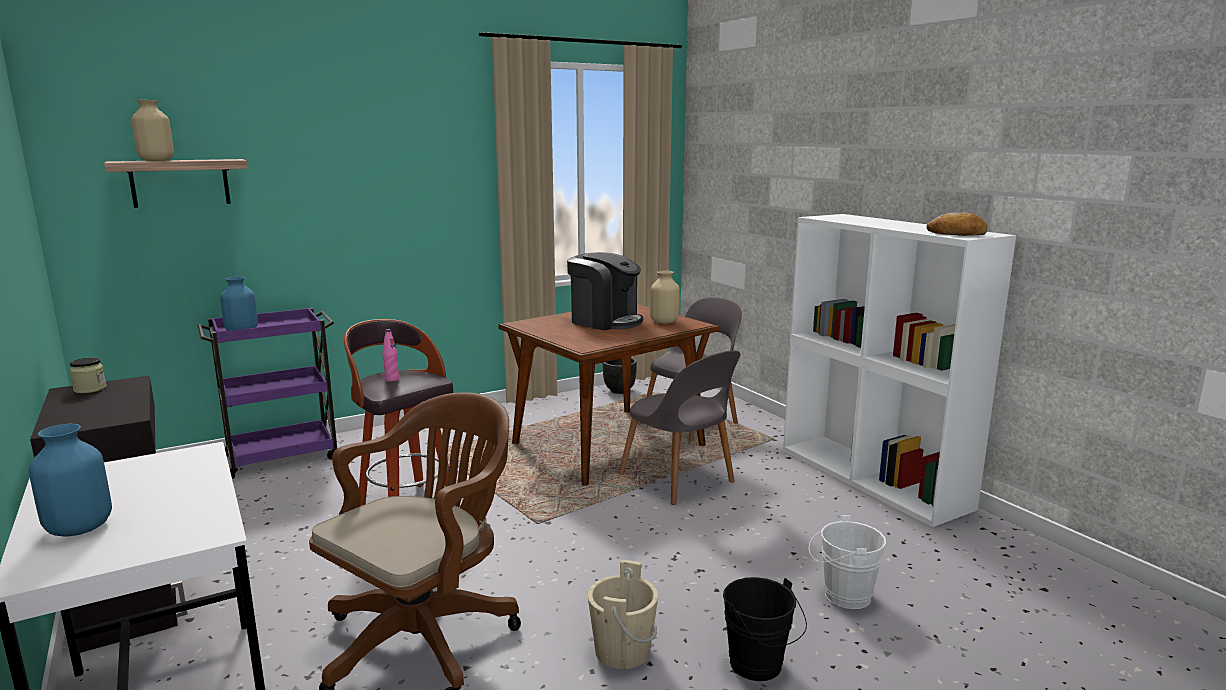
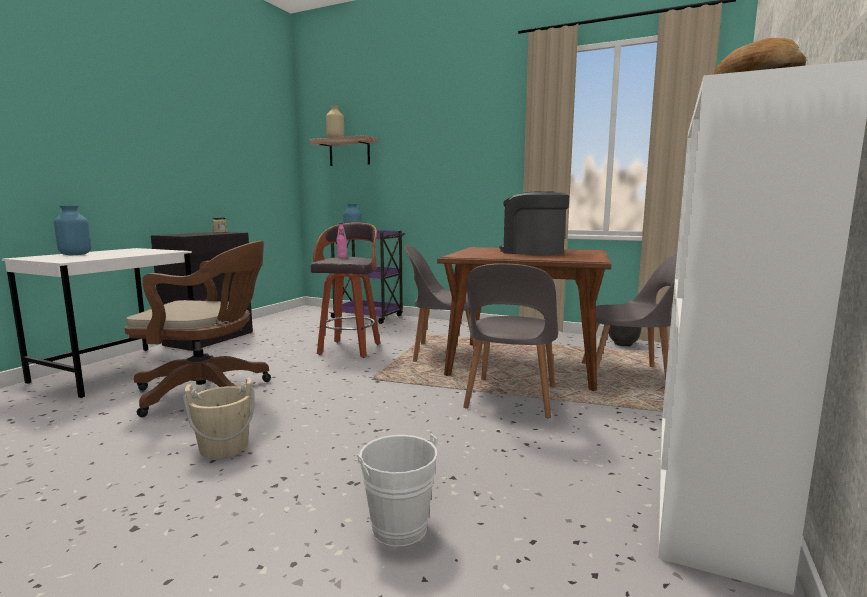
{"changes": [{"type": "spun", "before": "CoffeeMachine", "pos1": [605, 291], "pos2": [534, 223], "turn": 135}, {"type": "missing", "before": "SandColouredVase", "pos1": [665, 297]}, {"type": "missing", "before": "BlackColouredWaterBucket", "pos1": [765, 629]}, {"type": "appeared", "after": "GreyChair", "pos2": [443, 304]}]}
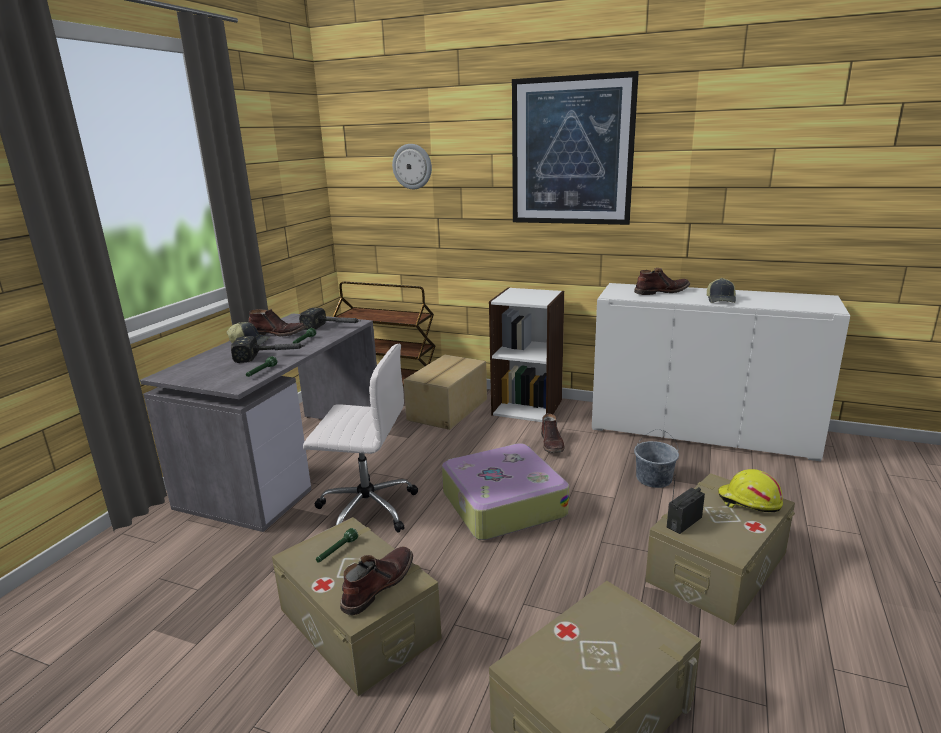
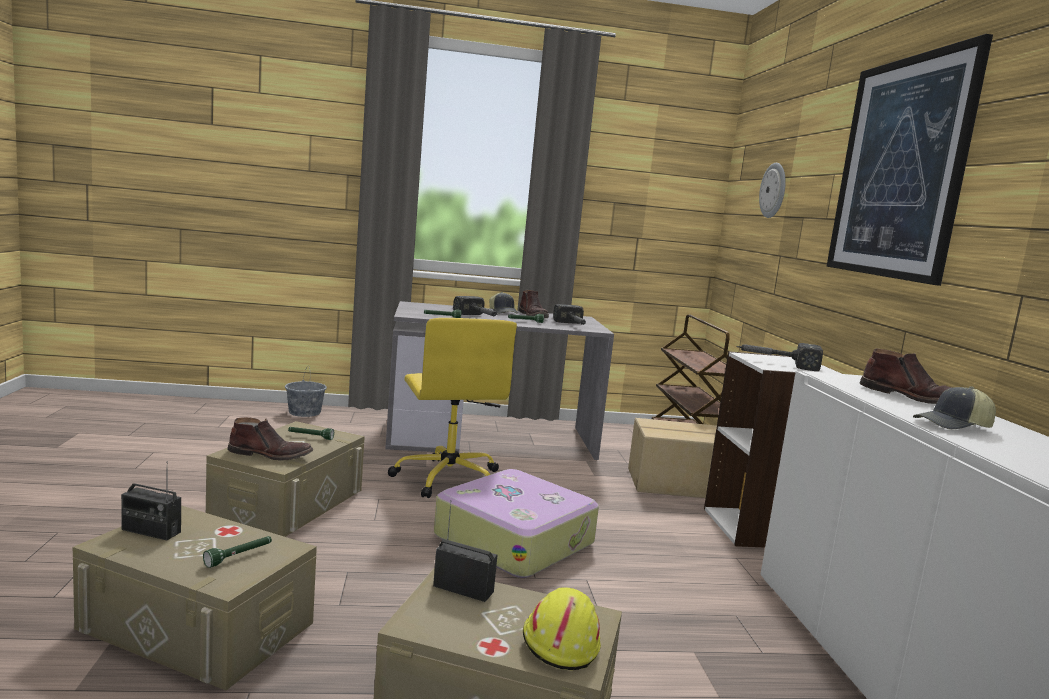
{"changes": [{"type": "colour", "before": "WhiteDeskChair", "after": "YellowColouredDeskChair", "pos1": [360, 438], "pos2": [452, 408]}, {"type": "missing", "before": "BrownColouredBoot", "pos1": [552, 433]}, {"type": "relocated", "before": "GreyWaterBucket", "pos1": [656, 458], "pos2": [306, 391]}, {"type": "appeared", "after": "RadioReceiver", "pos2": [151, 500]}, {"type": "appeared", "after": "GreenishHandTorch", "pos2": [237, 552]}, {"type": "appeared", "after": "ToolHammer", "pos2": [779, 357]}]}
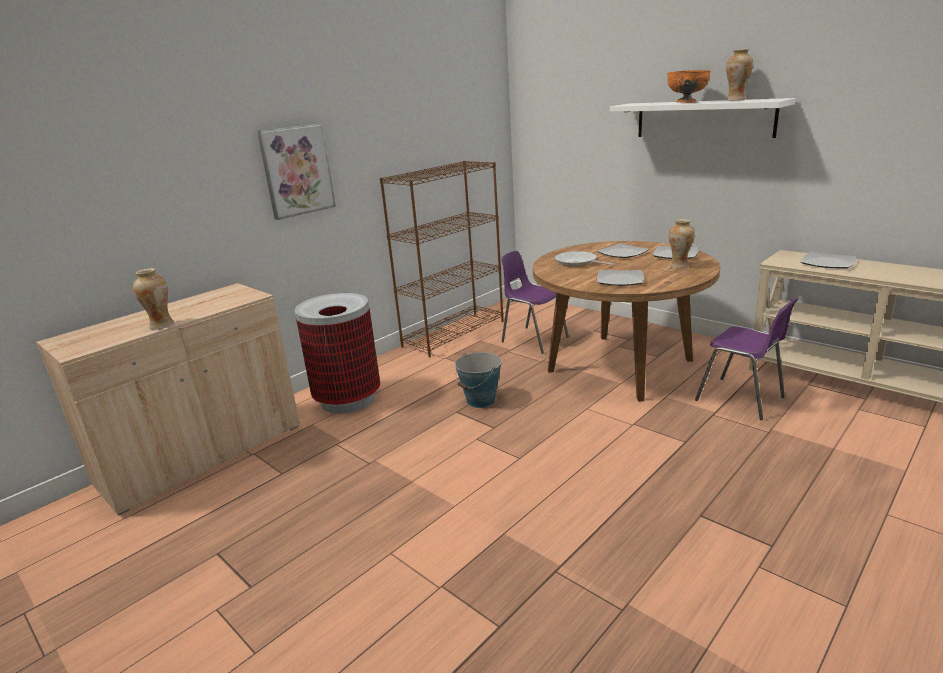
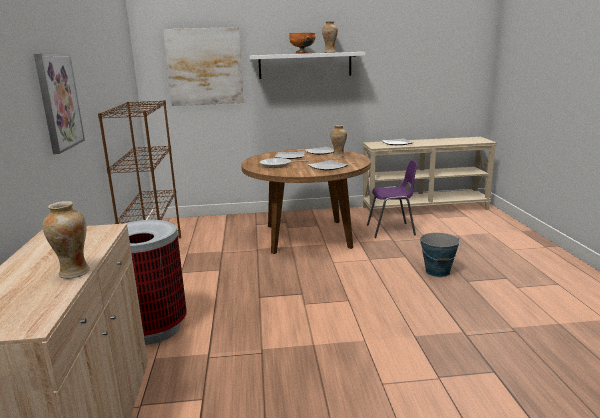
{"changes": [{"type": "relocated", "before": "WaterBucket", "pos1": [478, 380], "pos2": [440, 255]}, {"type": "missing", "before": "PurpleColouredChair", "pos1": [535, 302]}, {"type": "appeared", "after": "WallPicture", "pos2": [203, 66]}]}
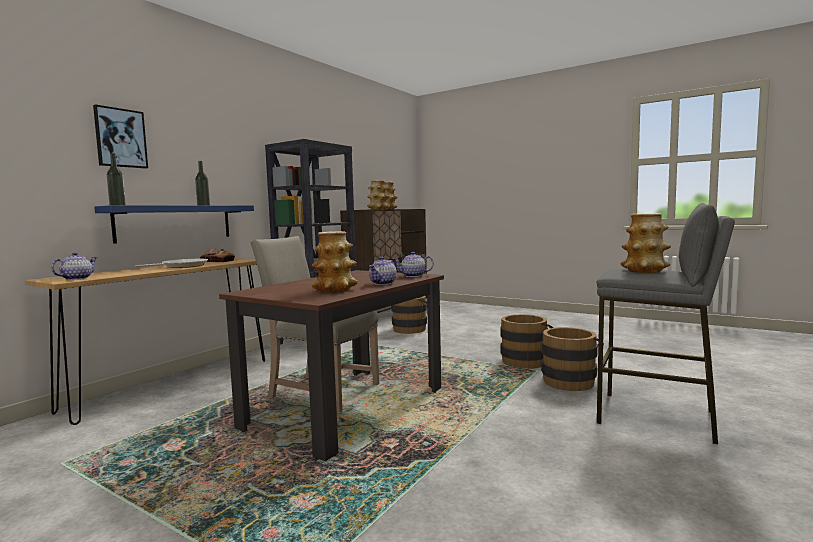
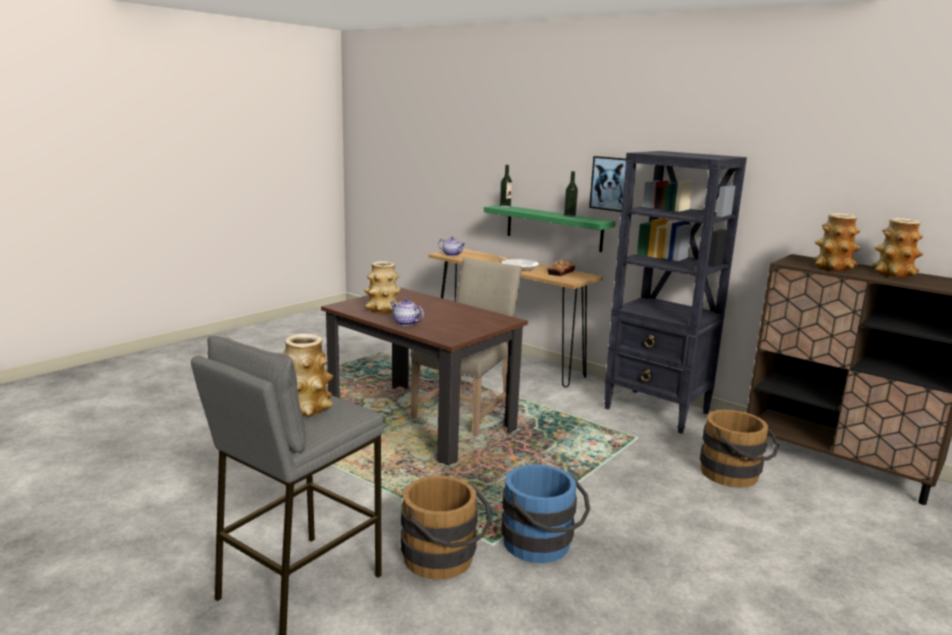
{"changes": [{"type": "relocated", "before": "WallPicture", "pos1": [120, 136], "pos2": [607, 184]}, {"type": "colour", "before": "BluishWallShelf", "after": "GreenishWallShelf", "pos1": [174, 224], "pos2": [550, 228]}, {"type": "missing", "before": "Teapot", "pos1": [413, 264]}, {"type": "colour", "before": "BrownColouredWaterBucket", "after": "BluishWaterBucket", "pos1": [526, 341], "pos2": [545, 513]}]}
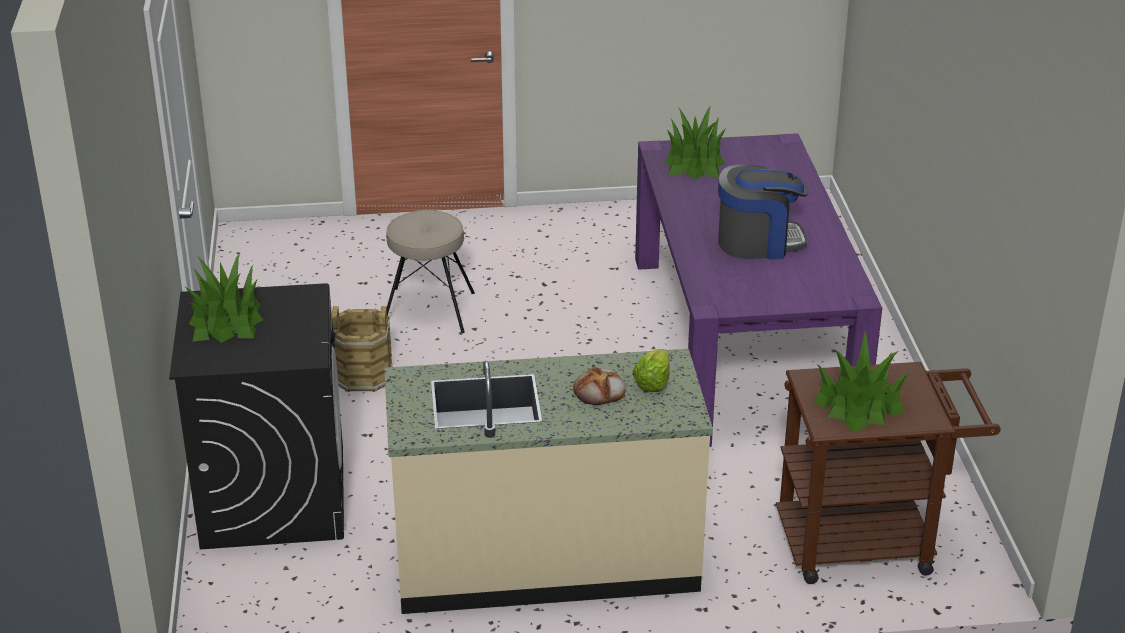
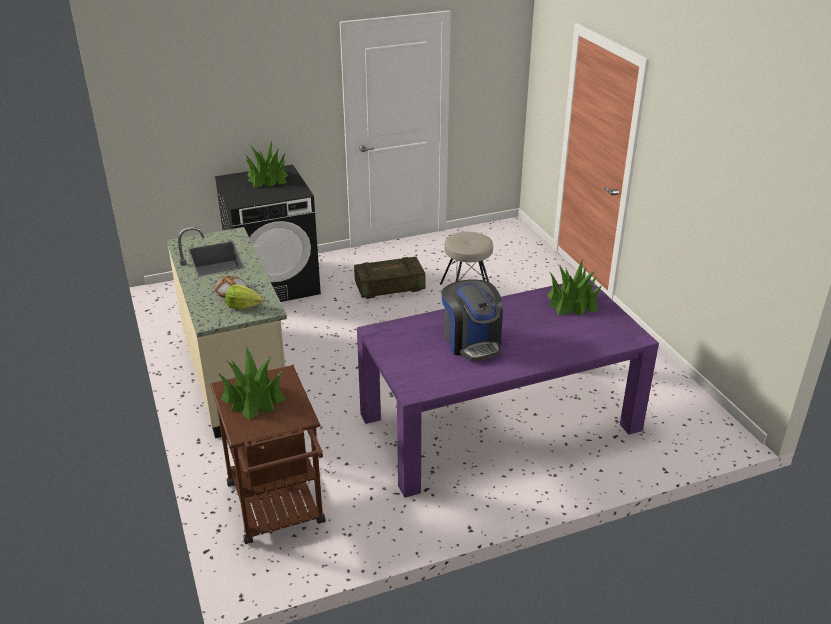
{"changes": [{"type": "exchanged", "before": "BrownColouredWaterBucket", "after": "ShippingCrate", "pos1": [362, 349], "pos2": [389, 278]}]}
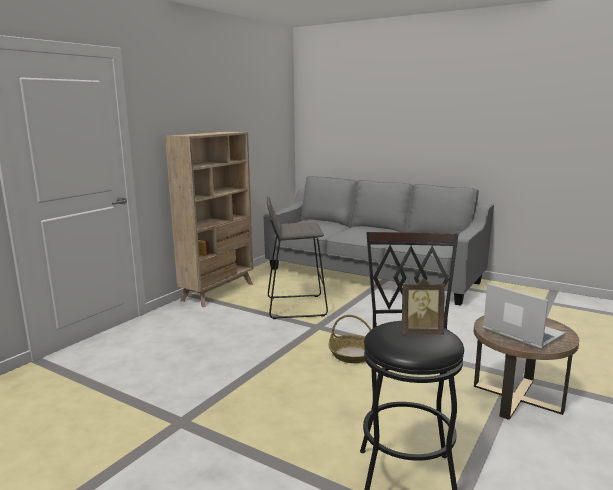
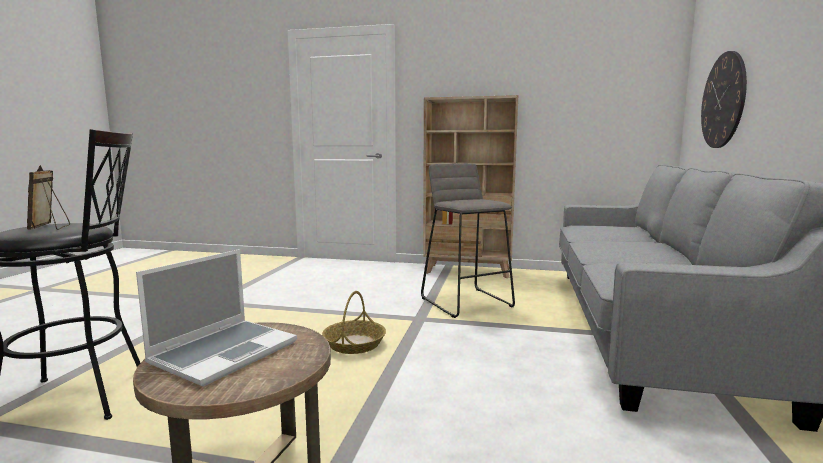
{"changes": [{"type": "appeared", "after": "HangingClock", "pos2": [724, 99]}]}
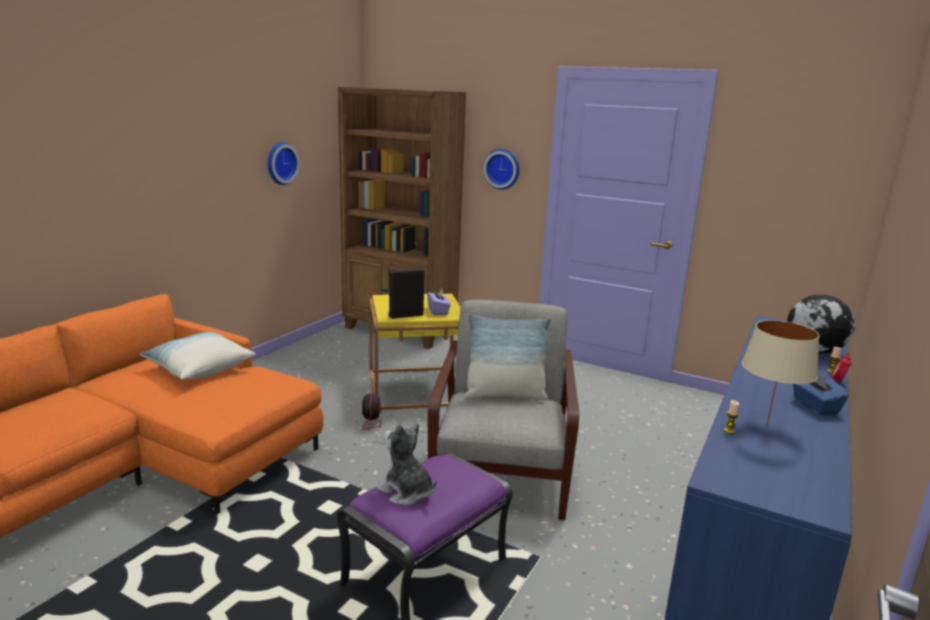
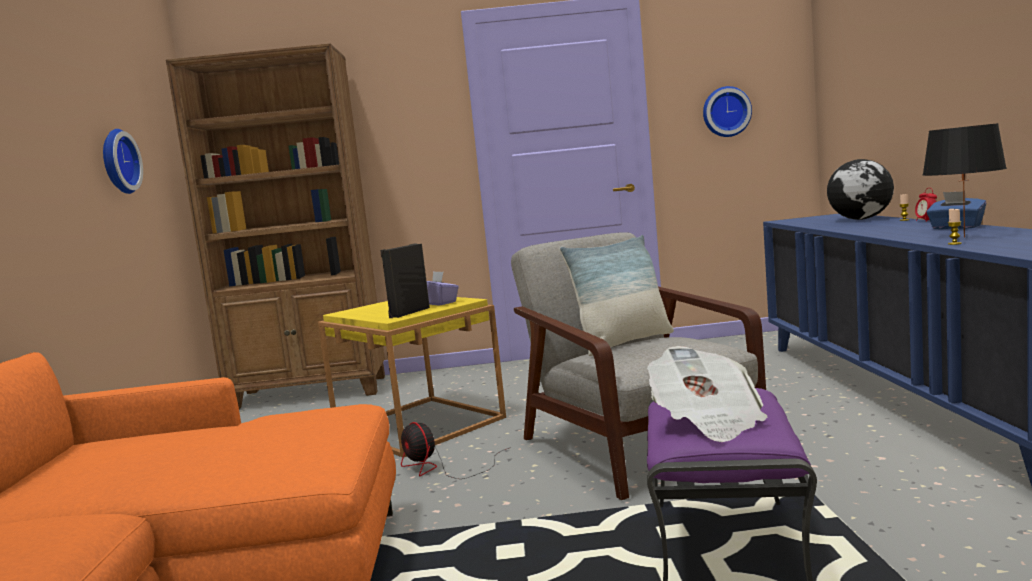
{"changes": [{"type": "missing", "before": "Cushion", "pos1": [197, 356]}, {"type": "exchanged", "before": "SoftToy", "after": "DailyPaper", "pos1": [407, 464], "pos2": [707, 394]}, {"type": "relocated", "before": "HangingClock", "pos1": [501, 169], "pos2": [727, 111]}, {"type": "colour", "before": "SandColouredTabletopLamp", "after": "BlackColouredTabletopLamp", "pos1": [781, 373], "pos2": [964, 180]}]}
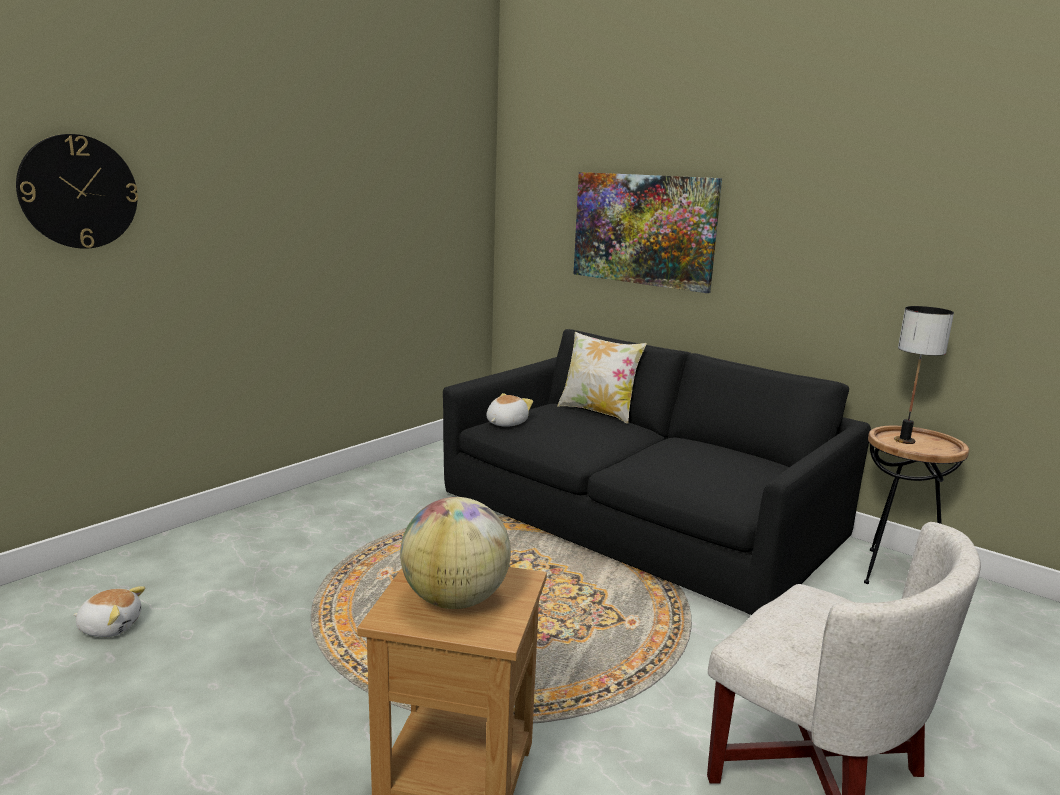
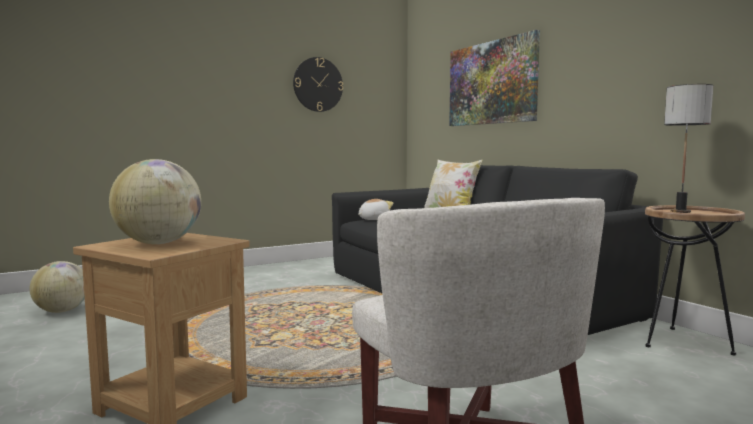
{"changes": [{"type": "relocated", "before": "HangingClock", "pos1": [77, 191], "pos2": [318, 84]}, {"type": "exchanged", "before": "SoftToy", "after": "DeskGlobe", "pos1": [109, 611], "pos2": [57, 287]}]}
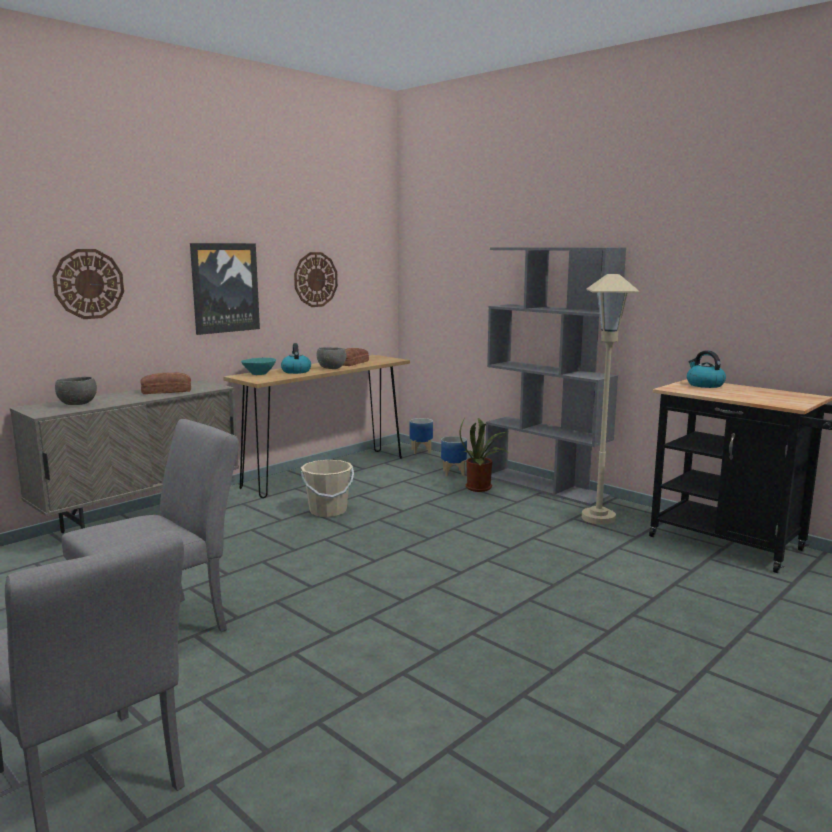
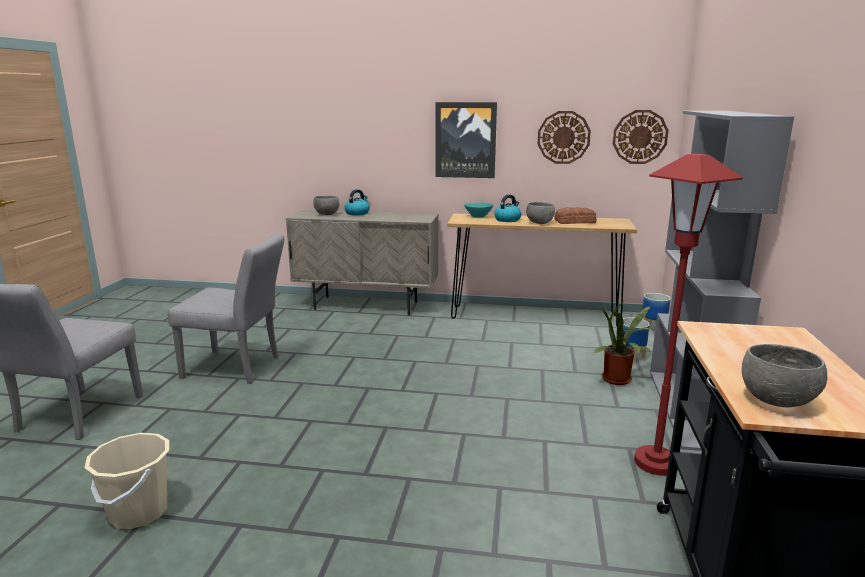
{"changes": [{"type": "relocated", "before": "HangingClock", "pos1": [88, 284], "pos2": [641, 137]}, {"type": "missing", "before": "BakeryBread", "pos1": [165, 383]}, {"type": "relocated", "before": "SandColouredWaterBucket", "pos1": [327, 488], "pos2": [127, 481]}, {"type": "colour", "before": "SandColouredFloorLamp", "after": "RedColouredFloorLamp", "pos1": [611, 399], "pos2": [688, 315]}, {"type": "relocated", "before": "WaterKettle", "pos1": [706, 369], "pos2": [357, 202]}, {"type": "appeared", "after": "GreyDeepDish", "pos2": [784, 376]}]}
